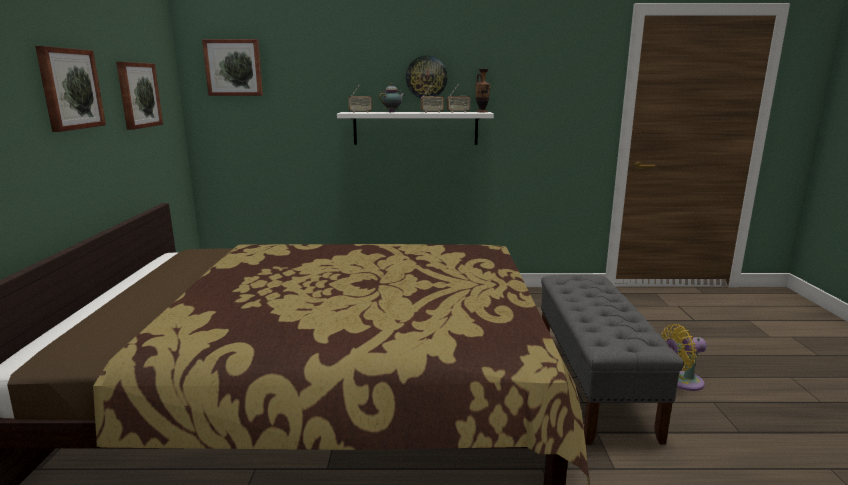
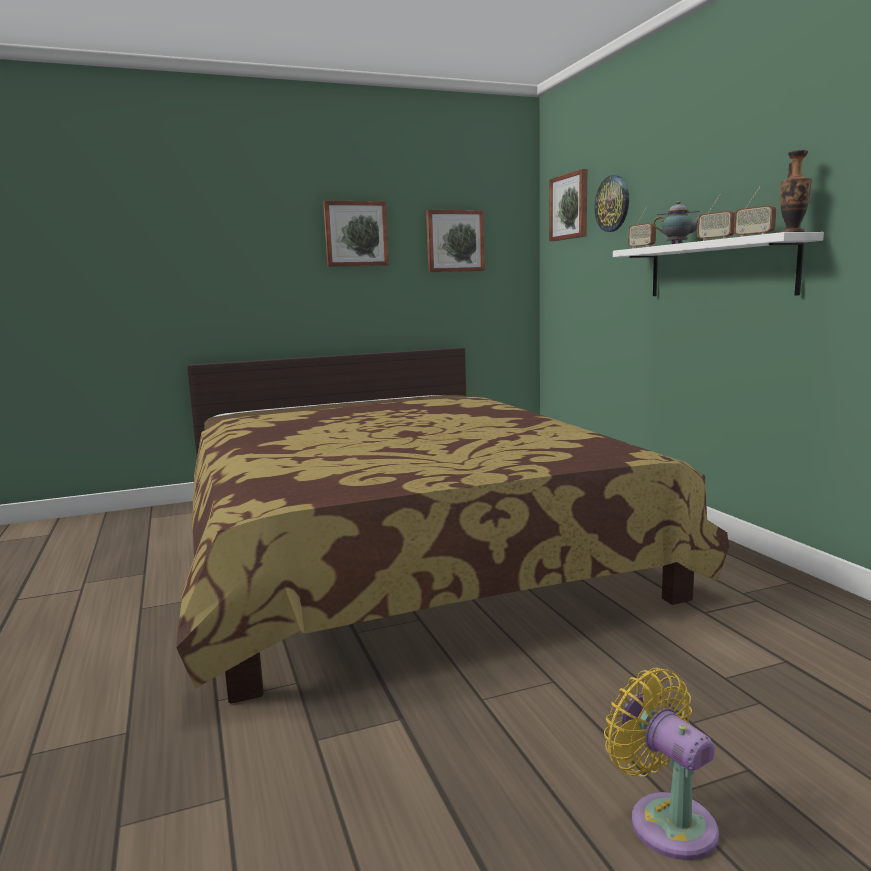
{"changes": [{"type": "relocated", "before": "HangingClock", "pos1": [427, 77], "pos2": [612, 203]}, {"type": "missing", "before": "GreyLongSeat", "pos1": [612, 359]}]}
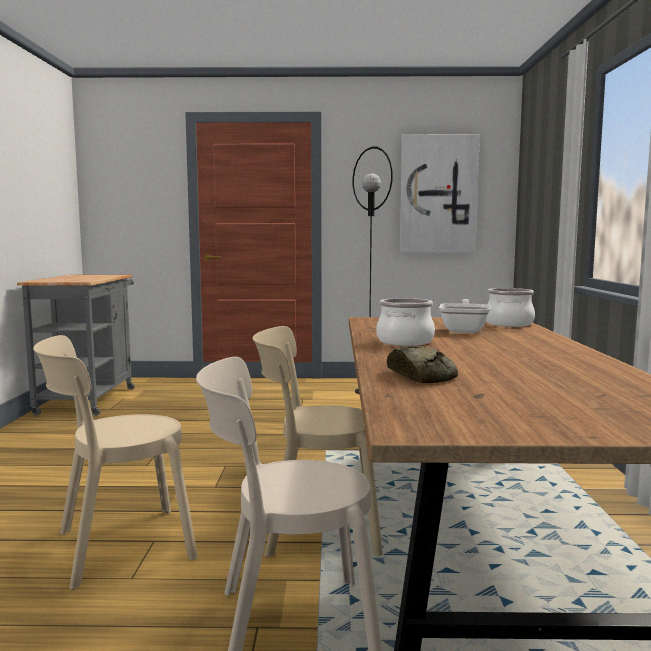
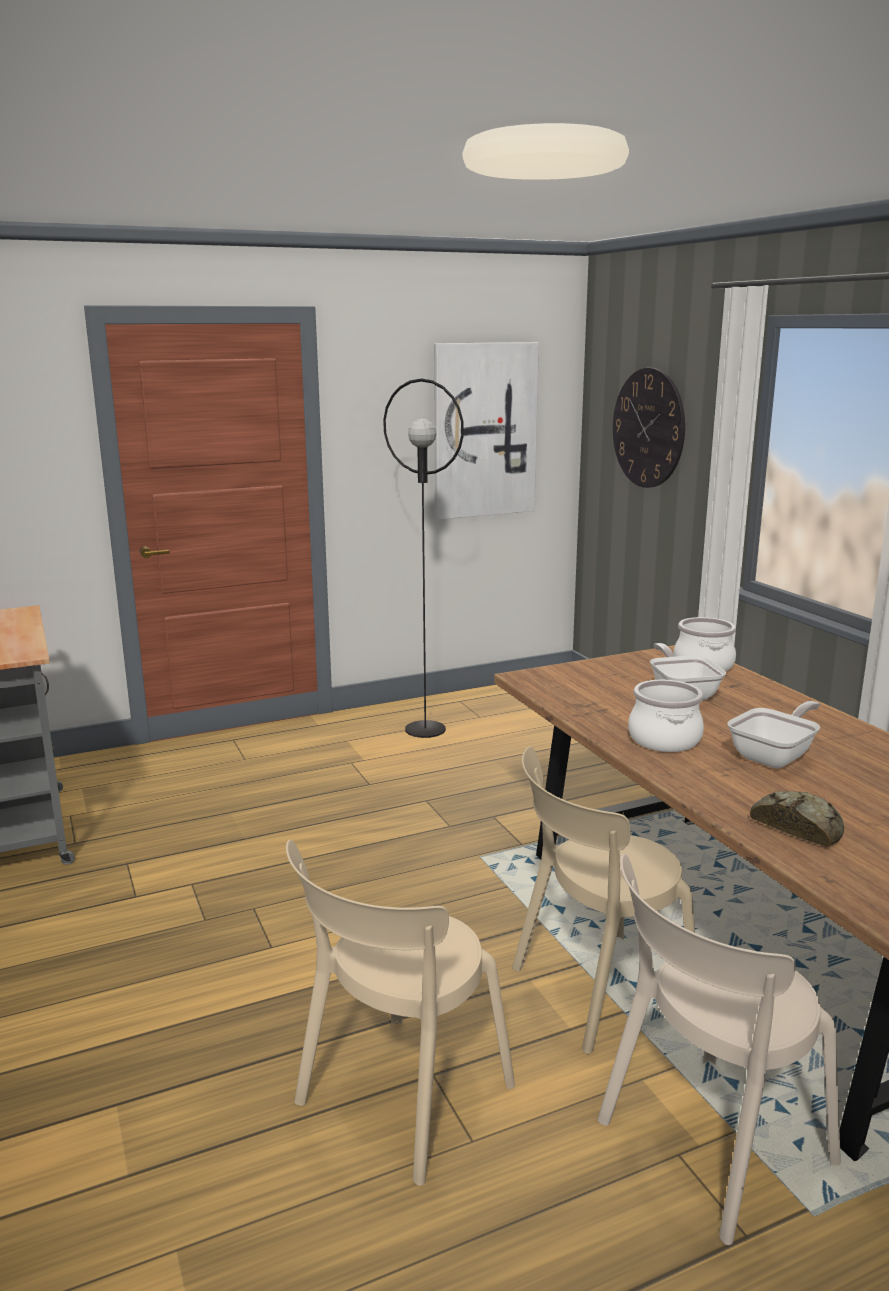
{"changes": [{"type": "appeared", "after": "HangingClock", "pos2": [649, 428]}, {"type": "appeared", "after": "FryingPan", "pos2": [773, 734]}]}
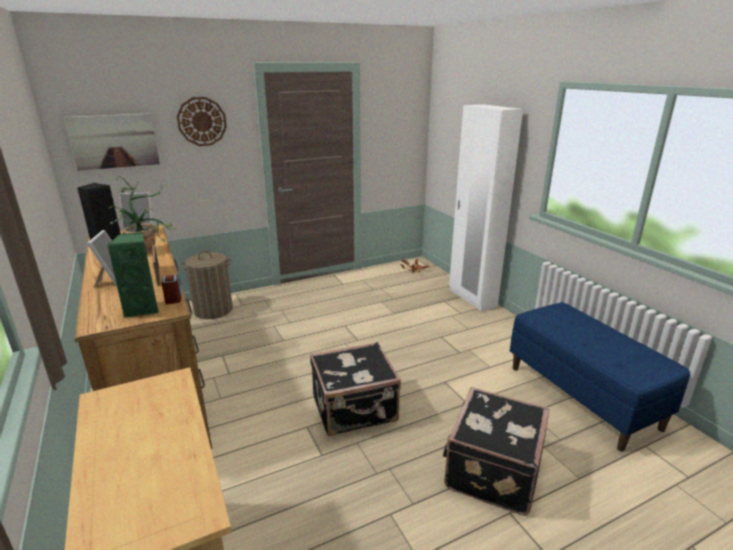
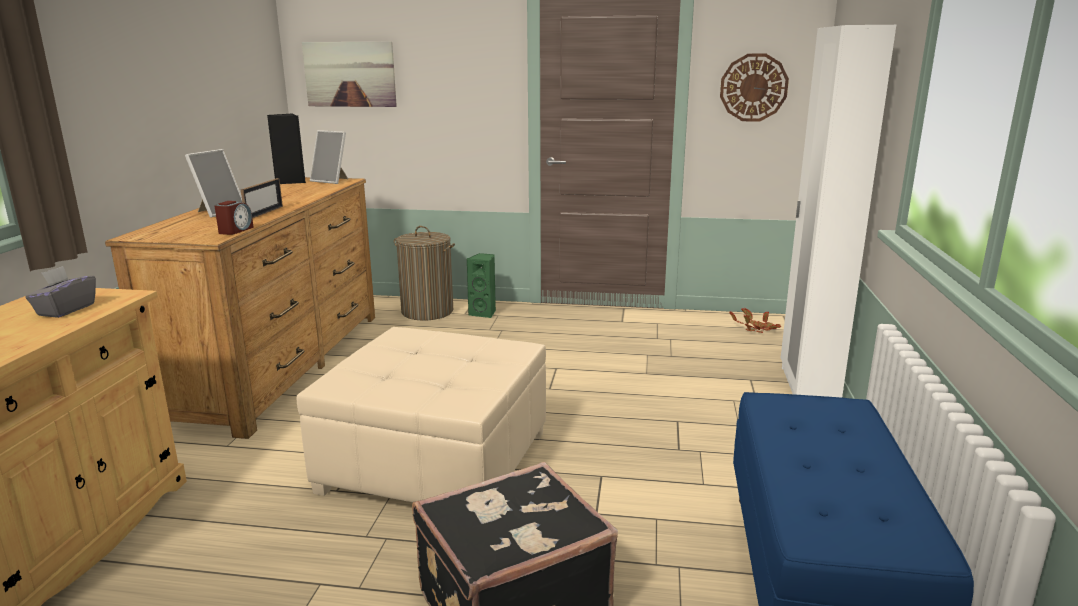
{"changes": [{"type": "relocated", "before": "GreenishAudioSpeaker", "pos1": [133, 275], "pos2": [481, 285]}, {"type": "missing", "before": "PlantInAPot", "pos1": [141, 215]}, {"type": "relocated", "before": "HangingClock", "pos1": [202, 121], "pos2": [754, 88]}, {"type": "exchanged", "before": "BlackColouredSuitcase", "after": "SandColouredFootrest", "pos1": [355, 389], "pos2": [421, 414]}, {"type": "appeared", "after": "GreyTissueBox", "pos2": [60, 292]}]}
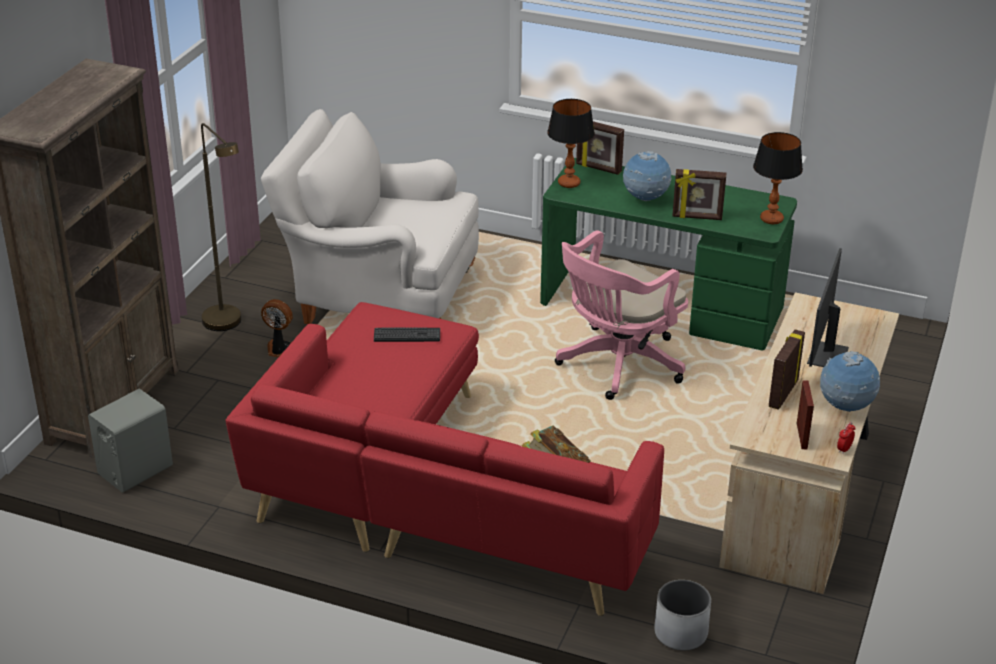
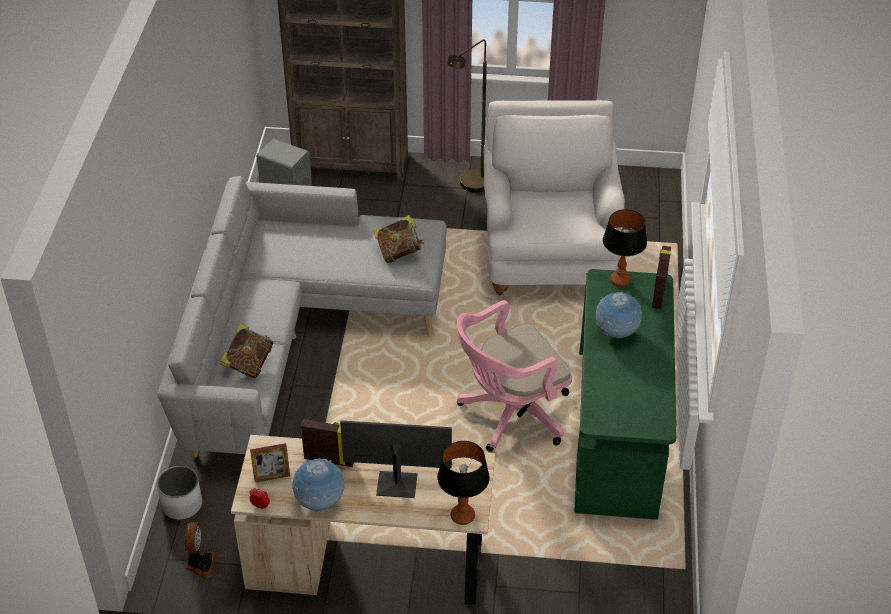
{"changes": [{"type": "colour", "before": "RedColouredSofa", "after": "GreySofa", "pos1": [445, 459], "pos2": [302, 317]}, {"type": "relocated", "before": "ElectricFan", "pos1": [277, 328], "pos2": [200, 550]}, {"type": "exchanged", "before": "ComputerKeyboard", "after": "BoundBook", "pos1": [407, 334], "pos2": [398, 239]}, {"type": "spun", "before": "PinkDeskChair", "pos1": [621, 315], "pos2": [514, 376], "turn": -60}, {"type": "missing", "before": "PictureFrame", "pos1": [699, 194]}, {"type": "relocated", "before": "TabletopLamp", "pos1": [778, 178], "pos2": [463, 483]}]}
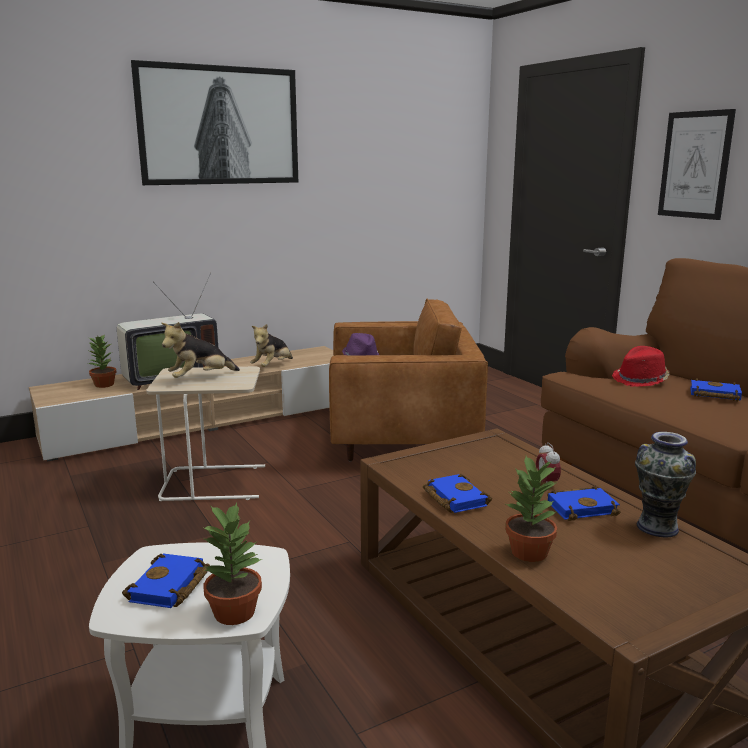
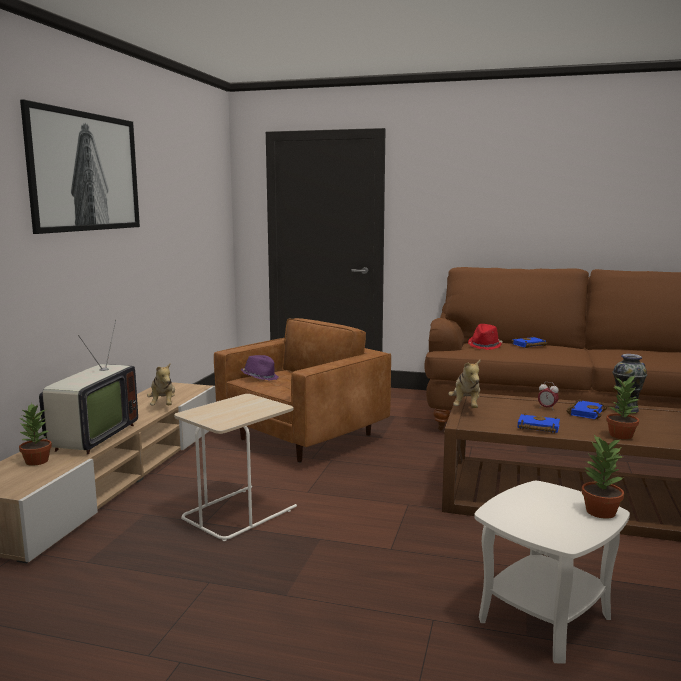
{"changes": [{"type": "missing", "before": "BluishBoundBook", "pos1": [166, 580]}, {"type": "relocated", "before": "SoftToy", "pos1": [200, 350], "pos2": [464, 383]}, {"type": "missing", "before": "WallPicture", "pos1": [697, 164]}]}
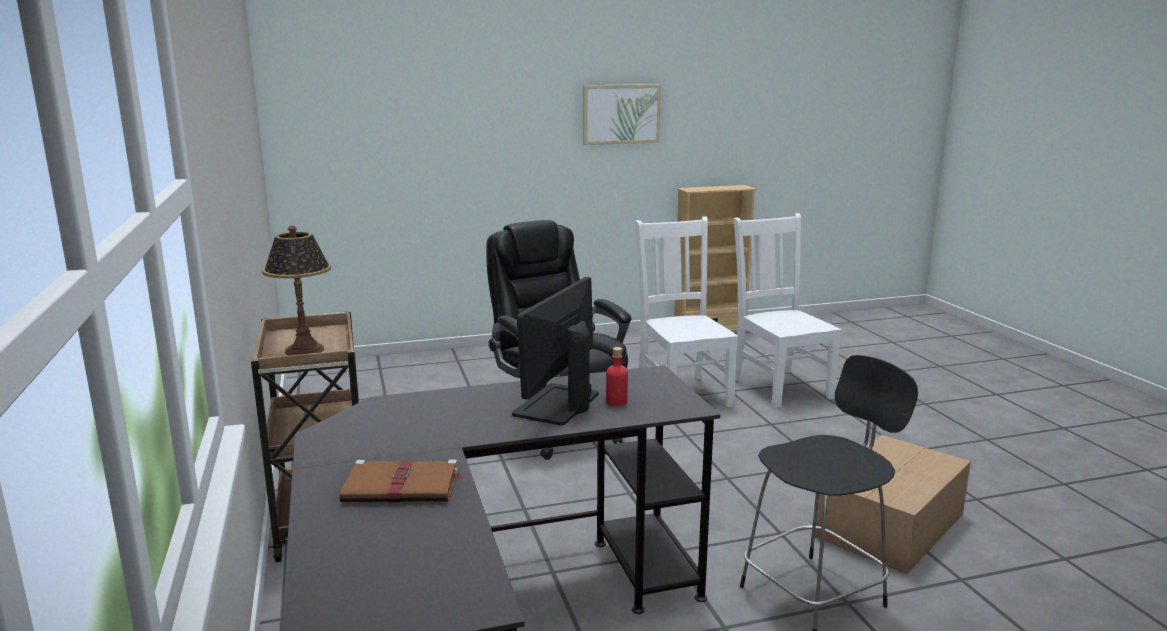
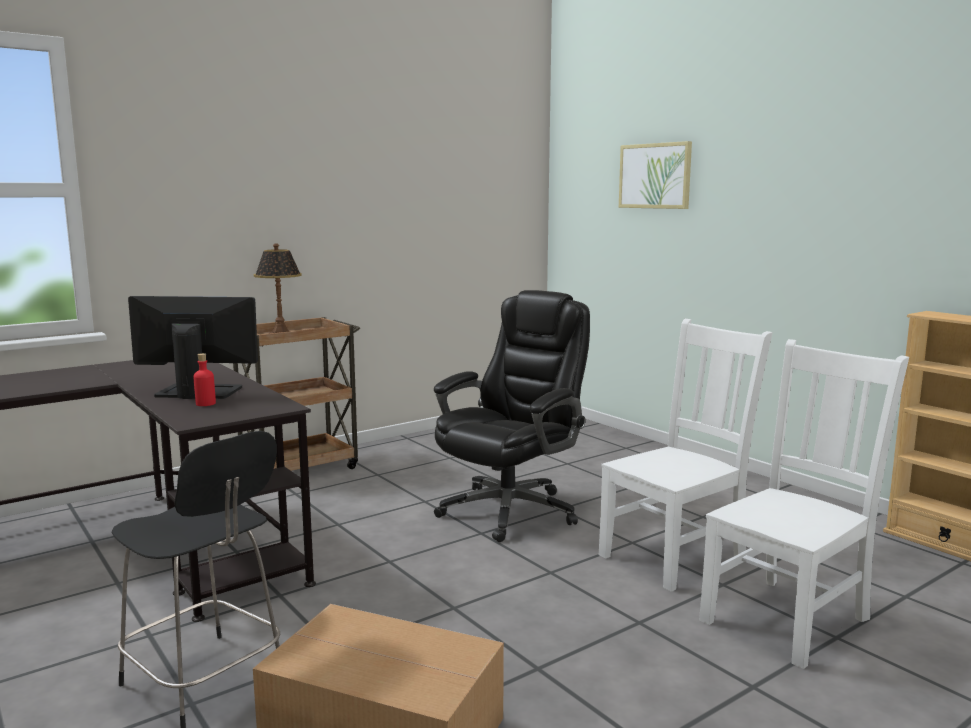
{"changes": [{"type": "missing", "before": "BrownColouredBoundBook", "pos1": [402, 480]}, {"type": "relocated", "before": "WallPicture", "pos1": [622, 114], "pos2": [655, 175]}]}
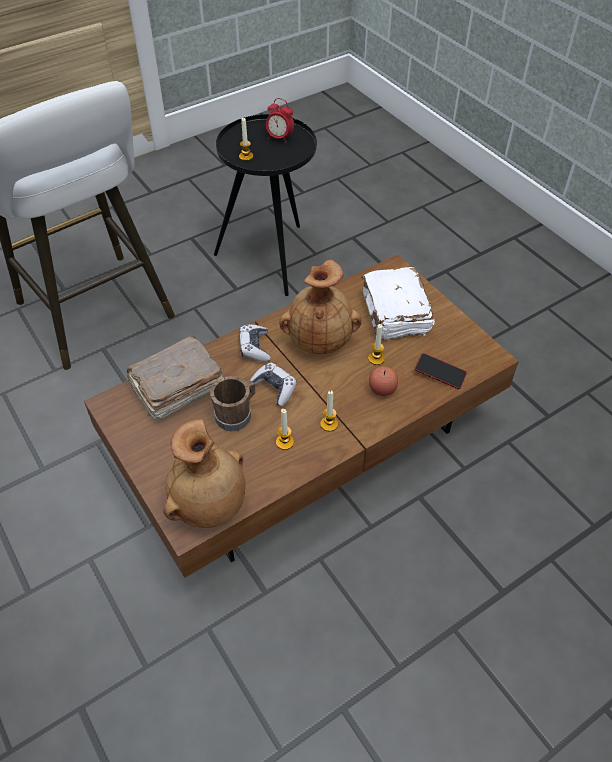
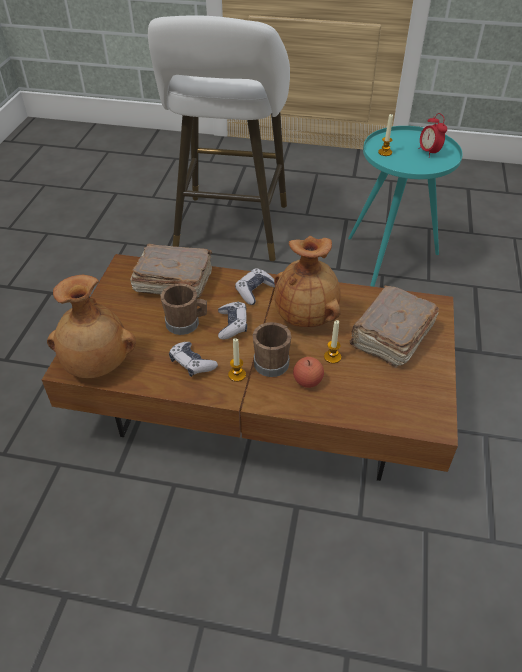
{"changes": [{"type": "colour", "before": "BlackColouredSideTable", "after": "TurquoiseColouredSideTable", "pos1": [265, 205], "pos2": [405, 206]}, {"type": "exchanged", "before": "WaxLight", "after": "GameController", "pos1": [285, 429], "pos2": [193, 359]}, {"type": "colour", "before": "WhiteBoundBook", "after": "BrownColouredBoundBook", "pos1": [398, 303], "pos2": [394, 326]}, {"type": "missing", "before": "Phone", "pos1": [441, 371]}, {"type": "appeared", "after": "BrownColouredCoffeeMug", "pos2": [272, 349]}]}
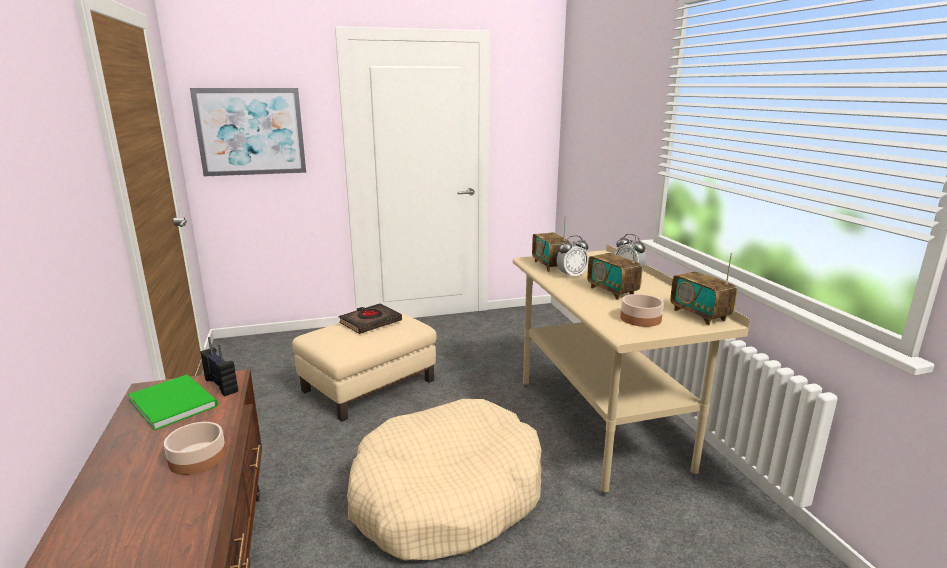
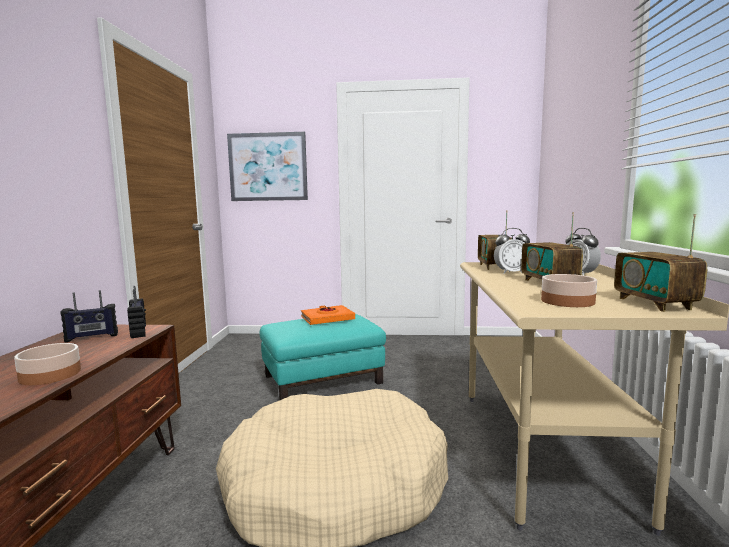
{"changes": [{"type": "exchanged", "before": "GreenishBoundBook", "after": "RadioReceiver", "pos1": [173, 402], "pos2": [89, 316]}, {"type": "colour", "before": "SandColouredFootrest", "after": "TurquoiseColouredFootrest", "pos1": [364, 366], "pos2": [322, 357]}, {"type": "colour", "before": "BlackColouredBoundBook", "after": "OrangeyBoundBook", "pos1": [370, 318], "pos2": [328, 315]}]}
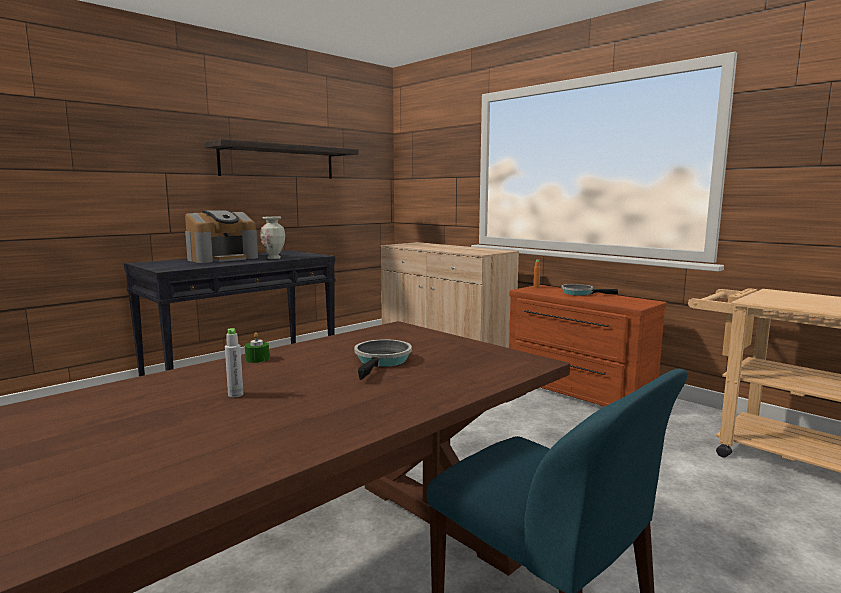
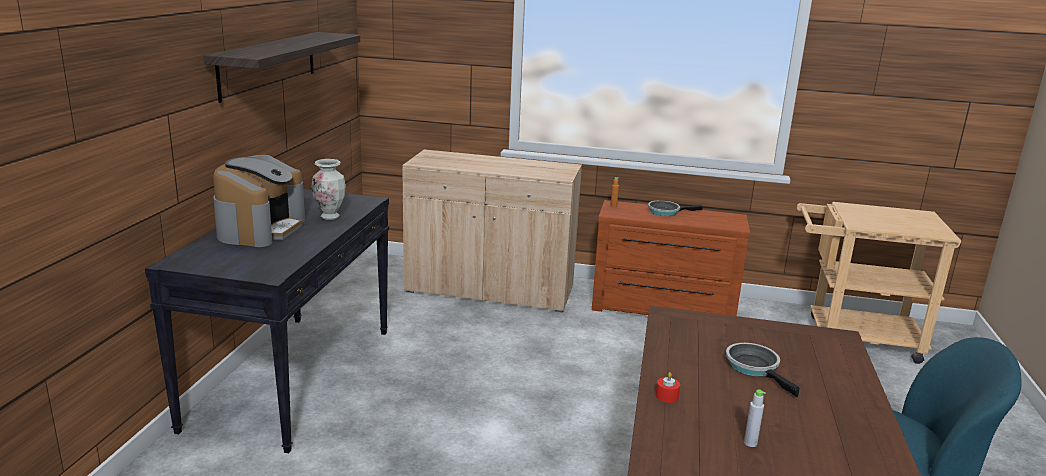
{"changes": [{"type": "colour", "before": "GreenishWaxLight", "after": "RedColouredWaxLight", "pos1": [257, 347], "pos2": [668, 387]}]}
